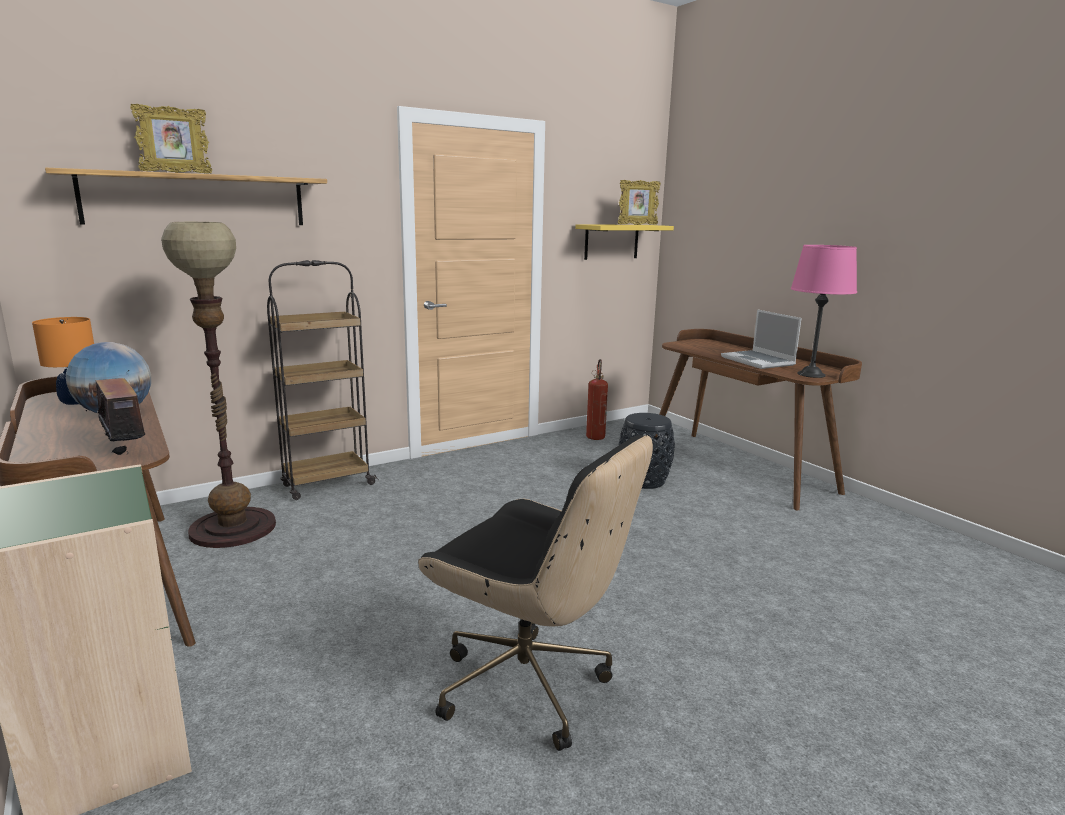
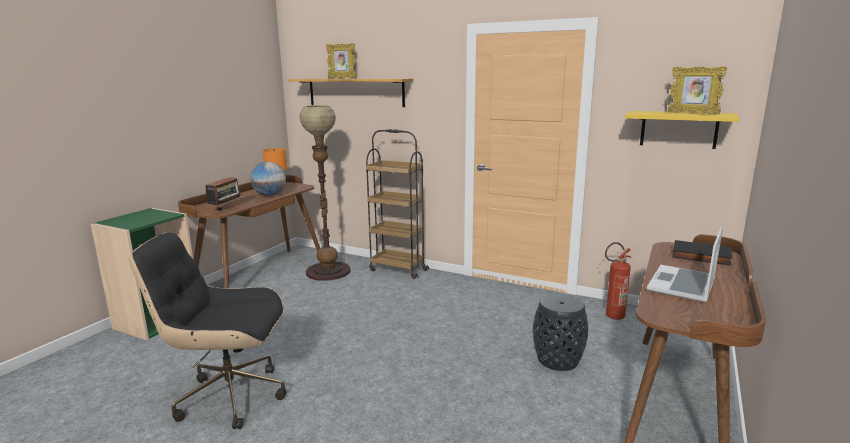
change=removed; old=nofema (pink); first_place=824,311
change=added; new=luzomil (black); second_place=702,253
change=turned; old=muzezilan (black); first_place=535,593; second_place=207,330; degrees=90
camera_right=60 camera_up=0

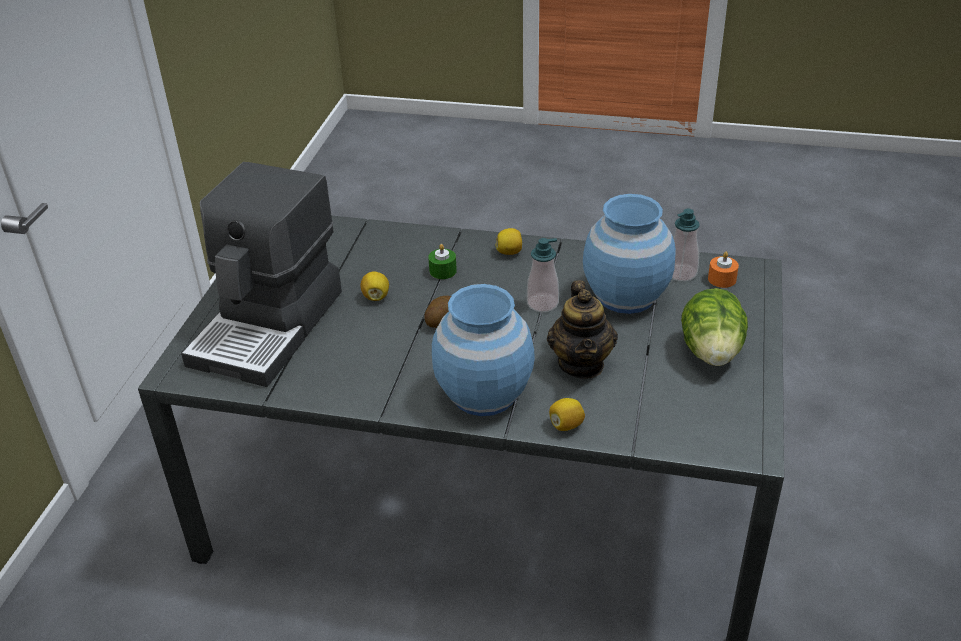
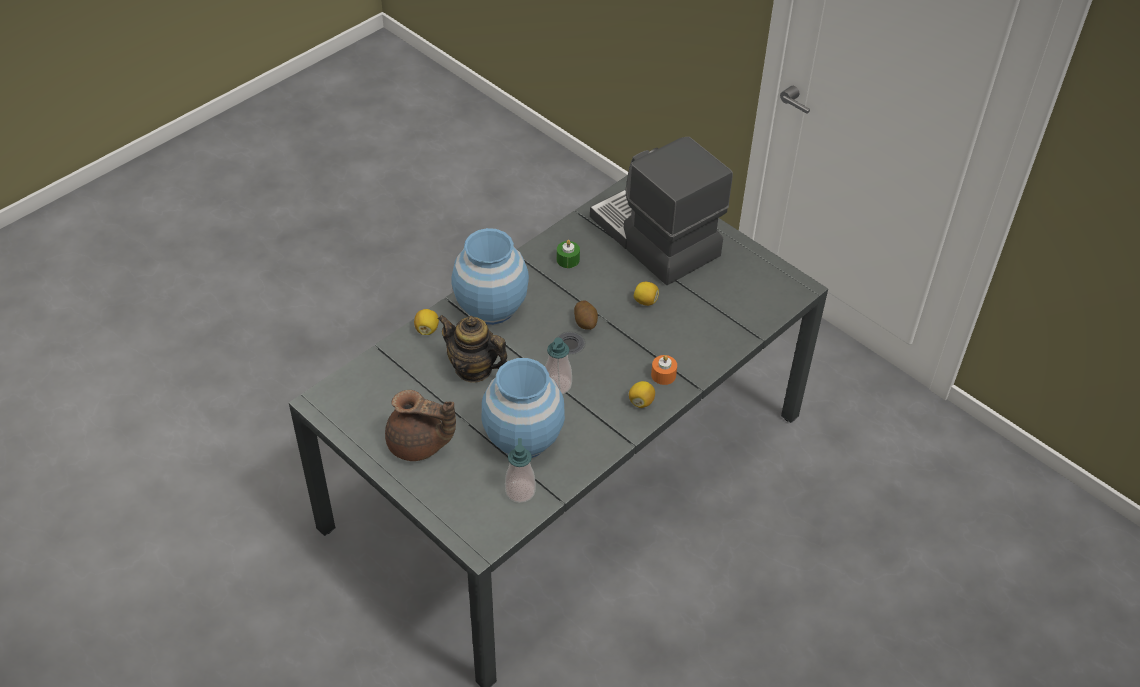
change=moved; old=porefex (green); first_place=442,261; second_place=568,254
change=moved; old=porefex (orange); first_place=723,270; second_place=664,370
change=replaced; old=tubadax; new=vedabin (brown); first_place=714,327; second_place=420,425
camera_right=120 camera_up=10

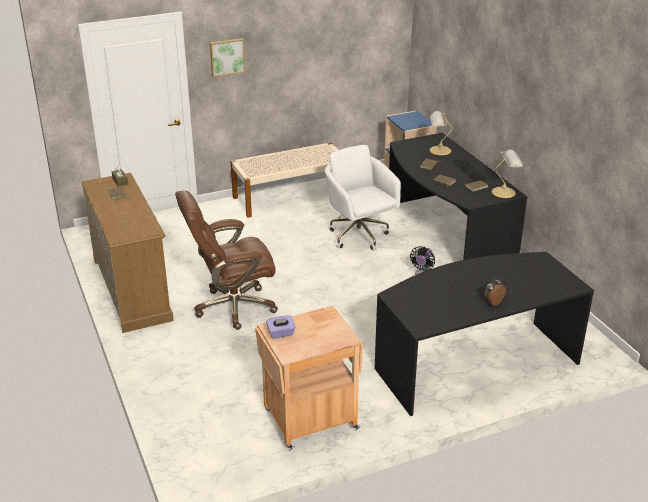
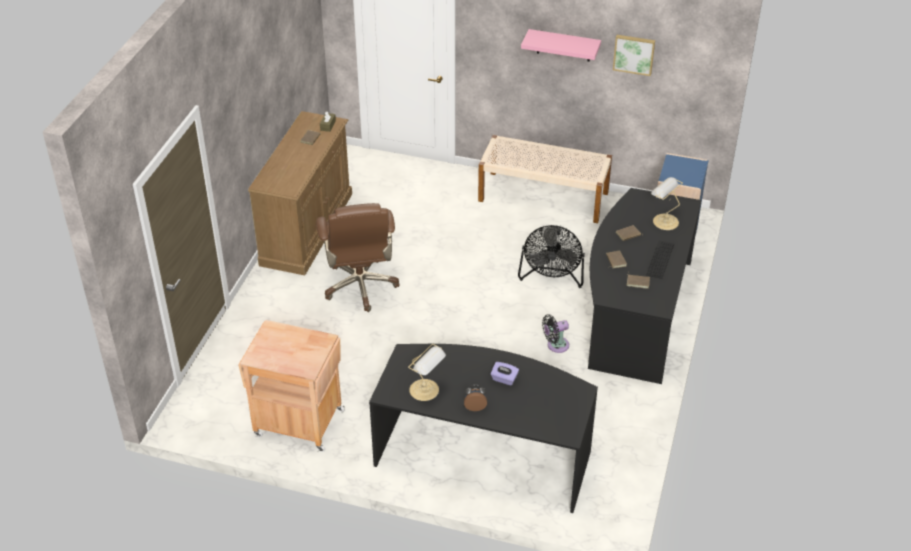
change=added; new=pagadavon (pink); second_place=561,45
change=moved; old=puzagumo; first_place=227,57; second_place=634,55
change=moved; old=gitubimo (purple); first_place=281,327; second_place=505,373
change=moved; old=nofema; first_place=507,174; second_place=427,372
change=replaced; old=muzezilan (white); new=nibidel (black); first_place=363,197; second_place=551,256
change=turned; old=muzezilan (brown); first_place=226,260; second_place=358,257; degrees=-120
camera_right=40 camera_up=10

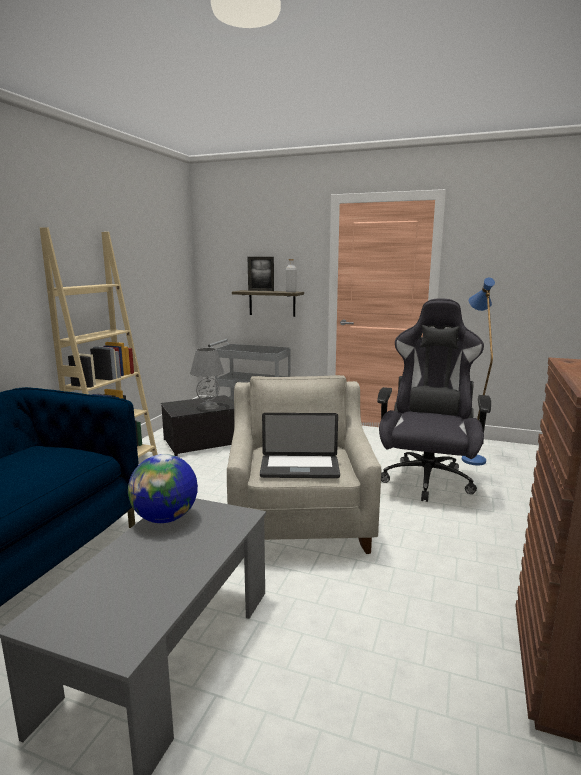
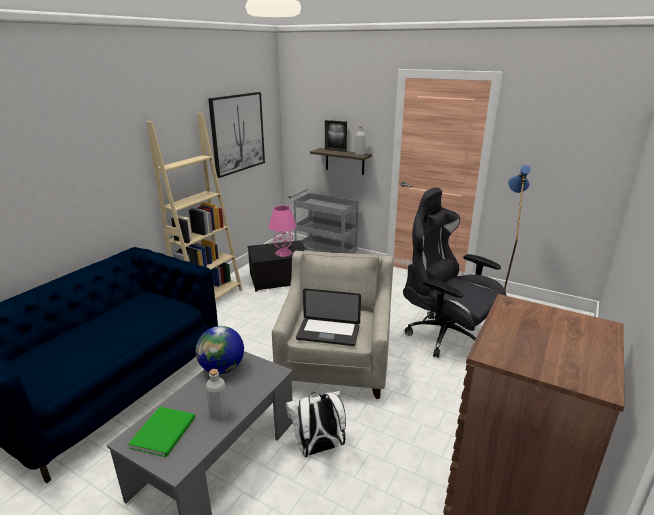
change=added; new=luzomil (green); second_place=161,431
change=added; new=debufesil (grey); second_place=217,394
change=added; new=puzagumo; second_place=236,135
change=added; new=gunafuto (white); second_place=315,424
change=recoloured; old=nofema (grey); new=nofema (pink); first_place=207,379; second_place=283,231
change=turned; old=muzezilan (black); first_place=434,400; second_place=455,272; degrees=-75
camera_right=10 camera_up=10

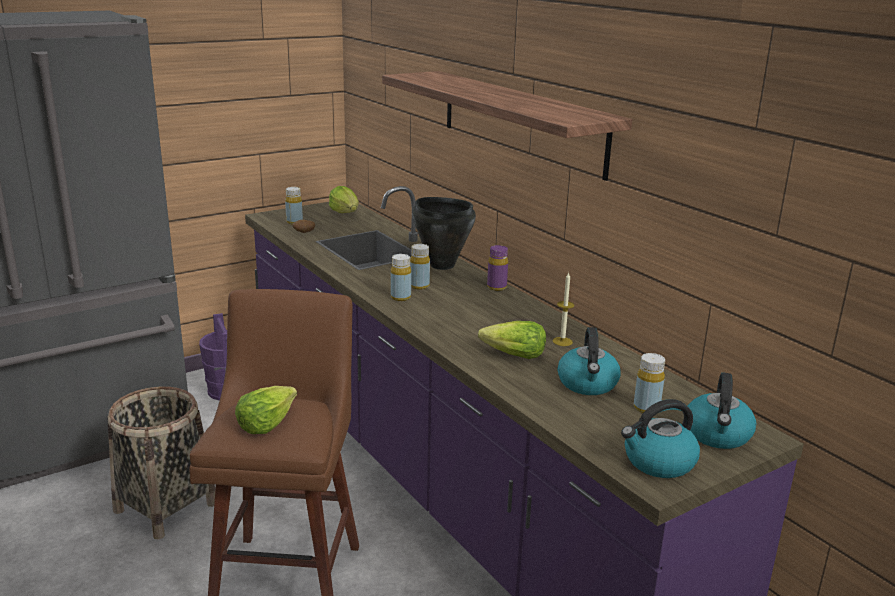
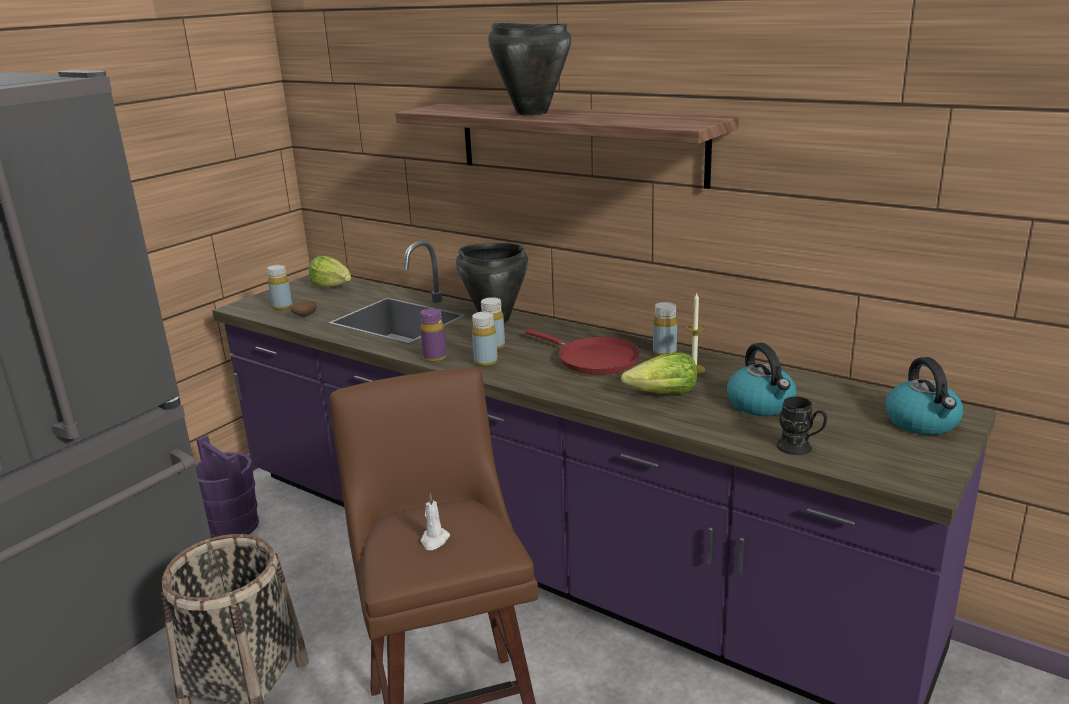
change=removed; old=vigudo; first_place=660,438
change=added; new=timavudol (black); second_place=529,69
change=added; new=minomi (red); second_place=583,352
change=added; new=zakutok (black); second_place=801,426
change=moved; old=debufesil (purple); first_place=497,268; second_place=433,335
change=moved; old=debufesil (yellow); first_place=649,383; second_place=665,329
change=replaced; old=tubadax; new=porefex (white); first_place=266,410; second_place=435,521
camera_right=-20 camera_up=0

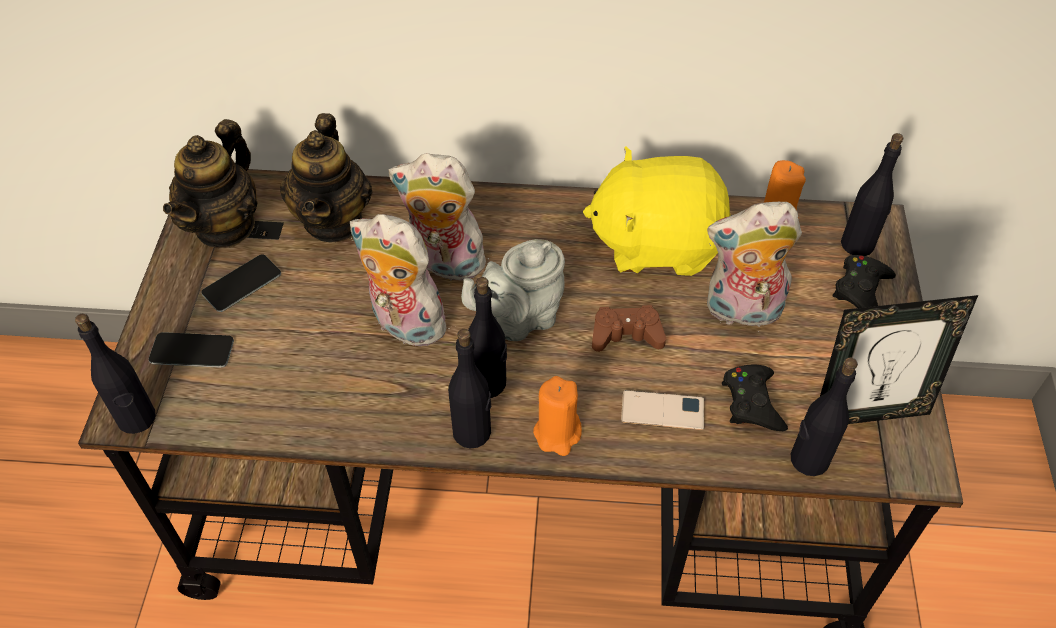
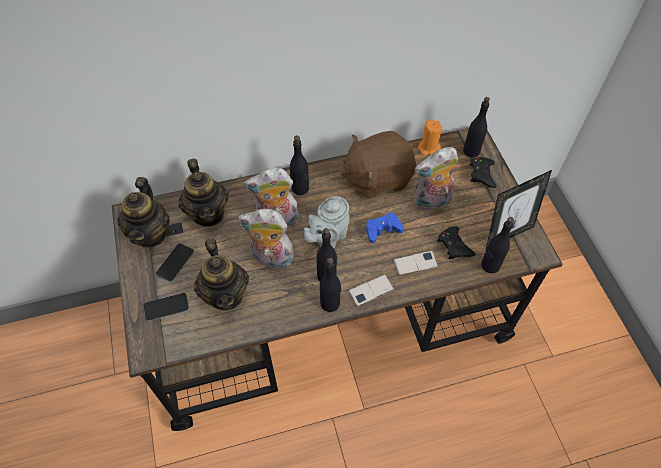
change=added; new=vedabin; second_place=221,275
change=moved; old=debufesil (black); first_place=115,374; second_place=299,165
change=replaced; old=porefex (orange); new=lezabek; first_place=557,416; second_place=372,290
change=recoloured; old=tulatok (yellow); new=tulatok (brown); first_place=657,211; second_place=378,165
change=recoloured; old=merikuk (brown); new=merikuk (blue); first_place=629,328; second_place=385,227
camera_right=-20 camera_up=5

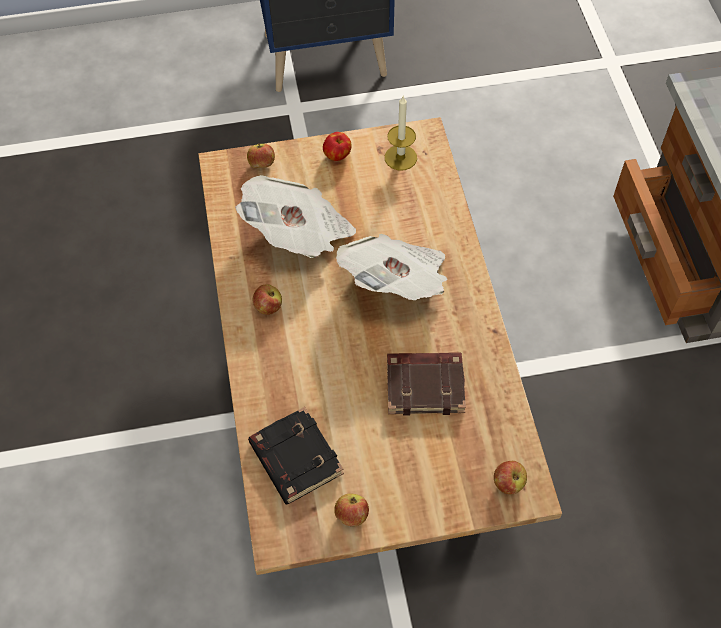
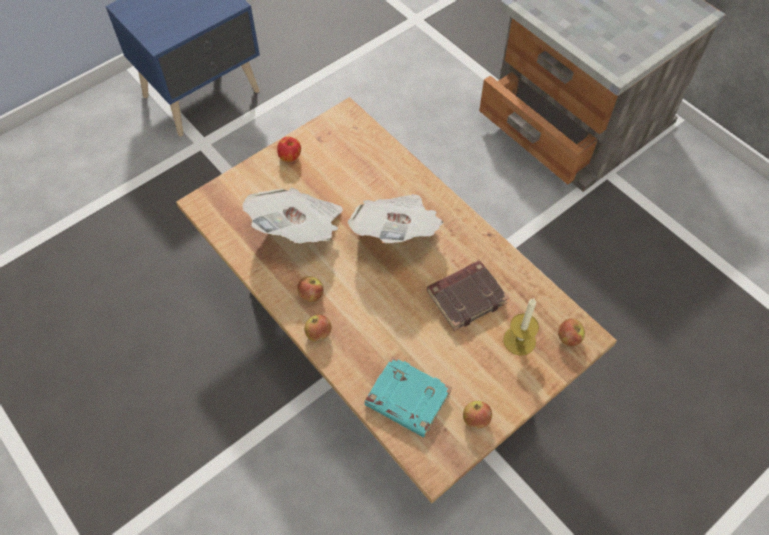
change=moved; old=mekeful; first_place=261,155; second_place=317,328
change=moved; old=porefex; first_place=401,133; second_place=521,327
change=recoloured; old=luzomil (black); new=luzomil (turquoise); first_place=296,456; second_place=408,396
camera_right=-30 camera_up=0

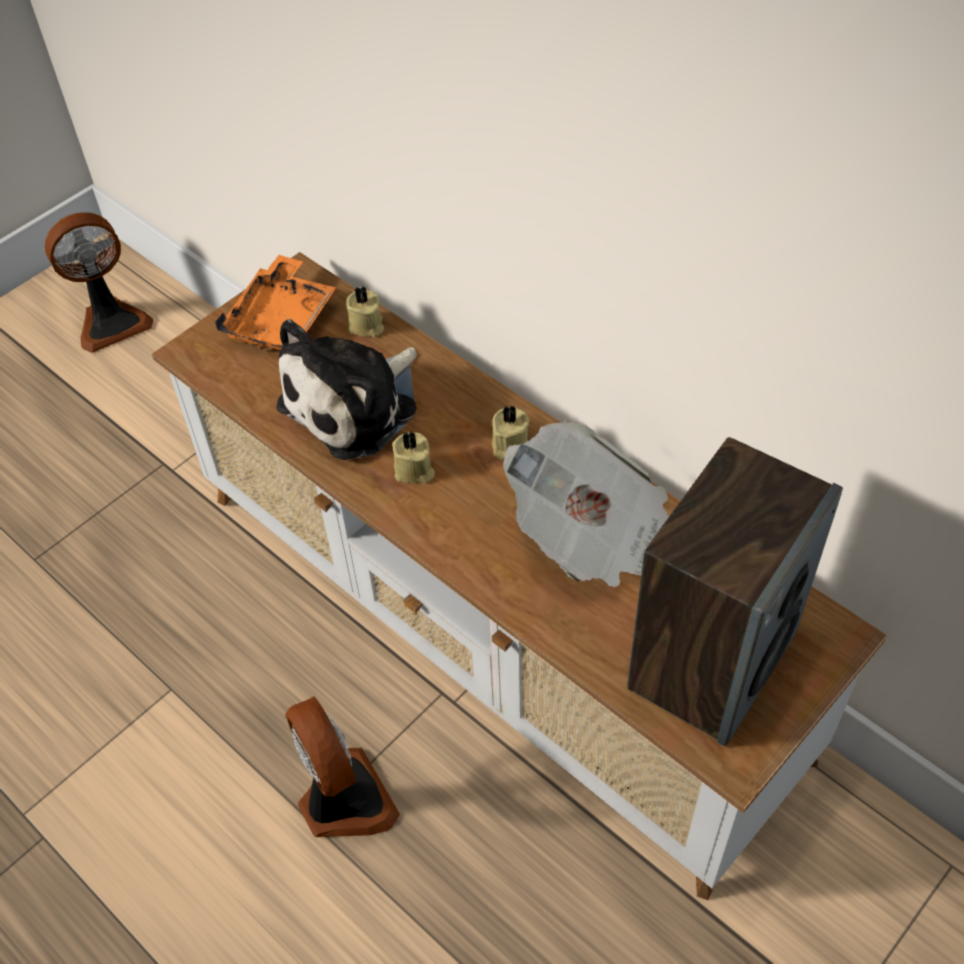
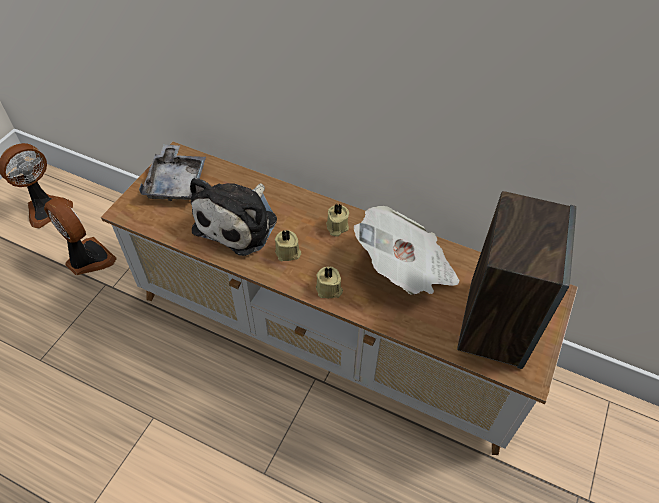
change=moved; old=nibidel; first_place=342,766; second_place=80,236
change=moved; old=porefex (beige); first_place=365,311; second_place=329,282
change=recoloured; old=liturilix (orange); new=liturilix (grey); first_place=275,302; second_place=172,172
camera_right=-20 camera_up=0

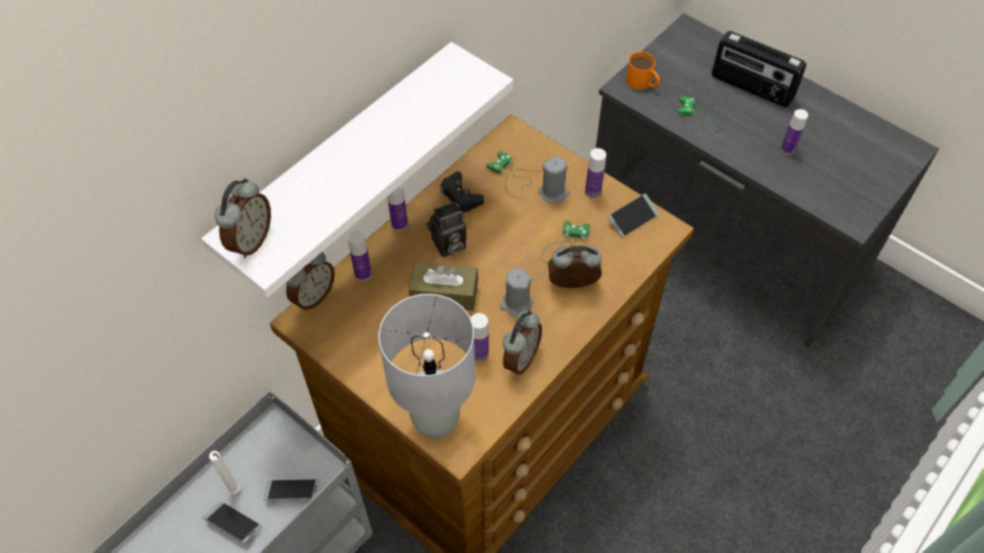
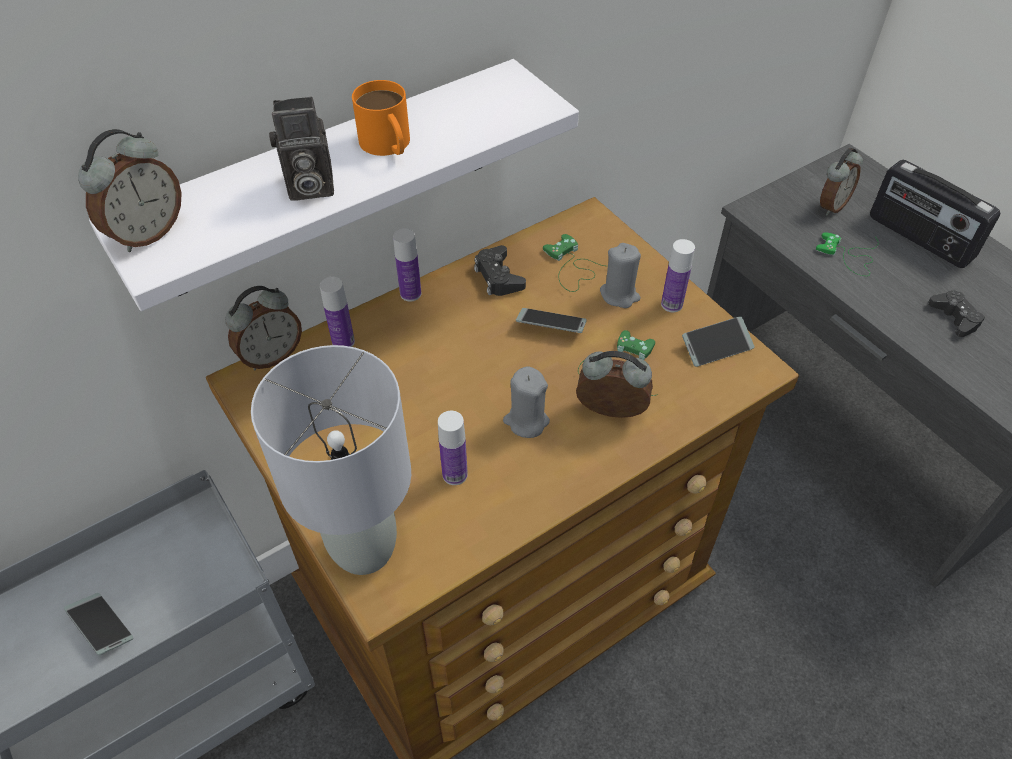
change=removed; old=porefex (white); first_place=224,472
change=removed; old=gitubimo (brown); first_place=443,286
change=moved; old=lezabek; first_place=291,489; second_place=551,320
change=moved; old=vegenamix; first_place=447,229; second_place=301,148
change=moved; old=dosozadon; first_place=522,342; second_place=841,182
change=moved; old=zakutok (orange); first_place=643,71; second_place=381,118
change=replaced; old=debufesil; new=merikuk (black); first_place=794,132; second_place=956,313
camera_right=15 camera_up=-5

